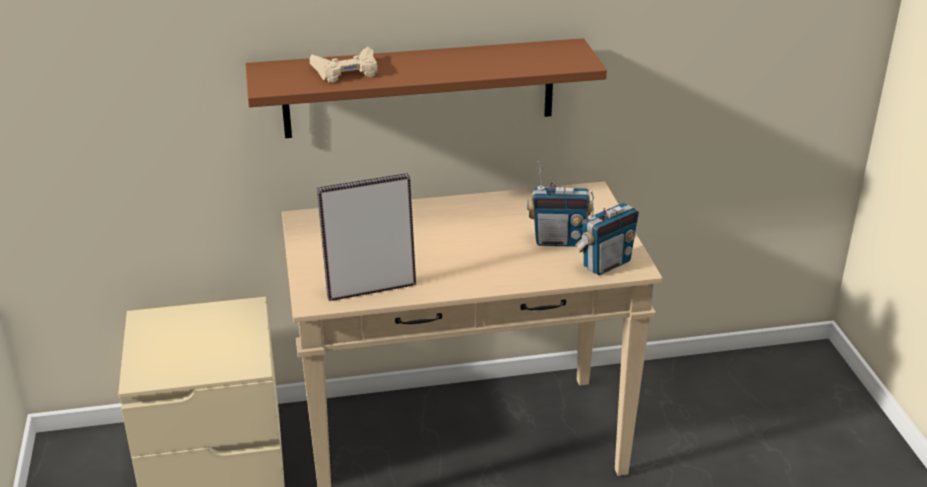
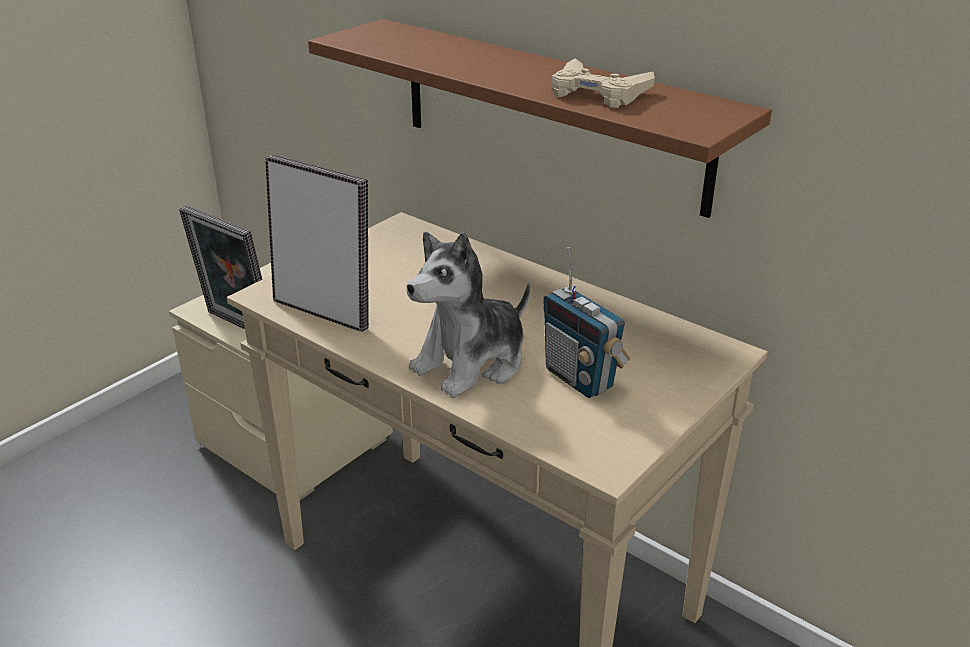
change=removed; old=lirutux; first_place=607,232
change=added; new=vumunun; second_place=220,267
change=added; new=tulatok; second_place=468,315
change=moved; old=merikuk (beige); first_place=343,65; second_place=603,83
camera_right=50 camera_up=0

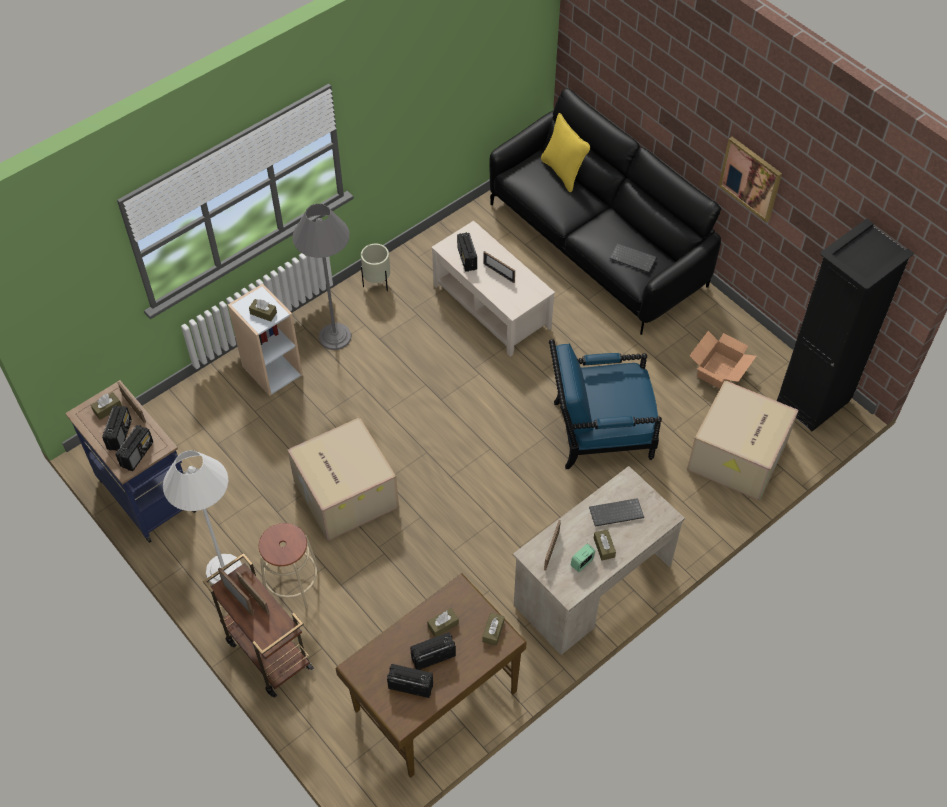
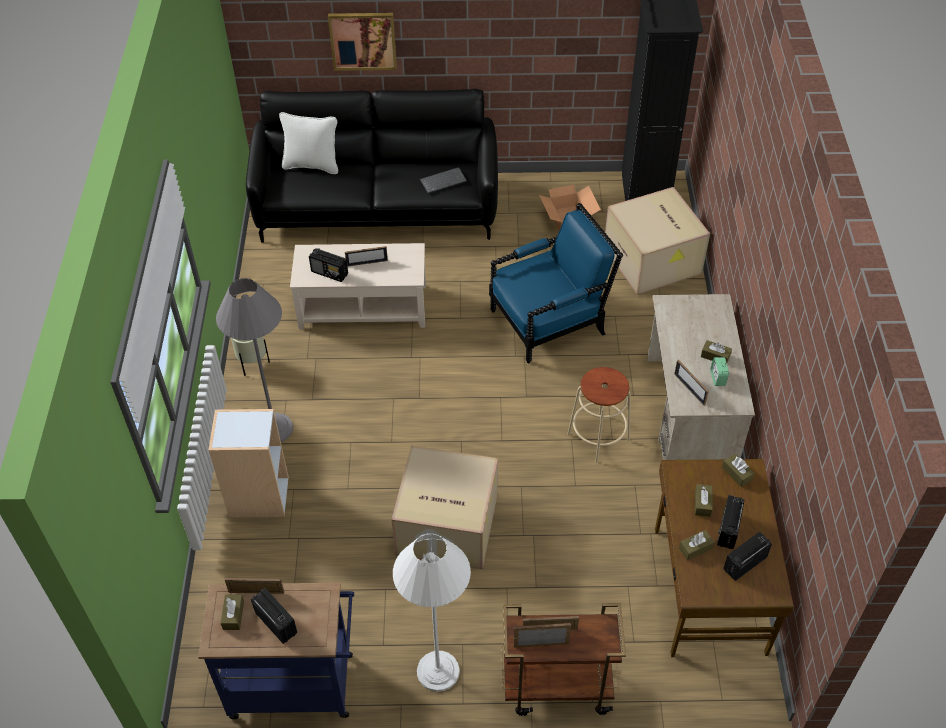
change=removed; old=lirutux; first_place=134,448
change=removed; old=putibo; first_place=616,512
change=moved; old=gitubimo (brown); first_place=263,310; second_place=696,545
change=moved; old=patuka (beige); first_place=289,565; second_place=599,415
change=moved; old=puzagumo; first_place=750,179; second_place=362,42
change=recoloured; old=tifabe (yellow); new=tifabe (white); first_place=565,152; second_place=308,143
change=turned; old=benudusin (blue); first_place=605,404; second_place=556,283; degrees=-150
camera_right=-50 camera_up=-5

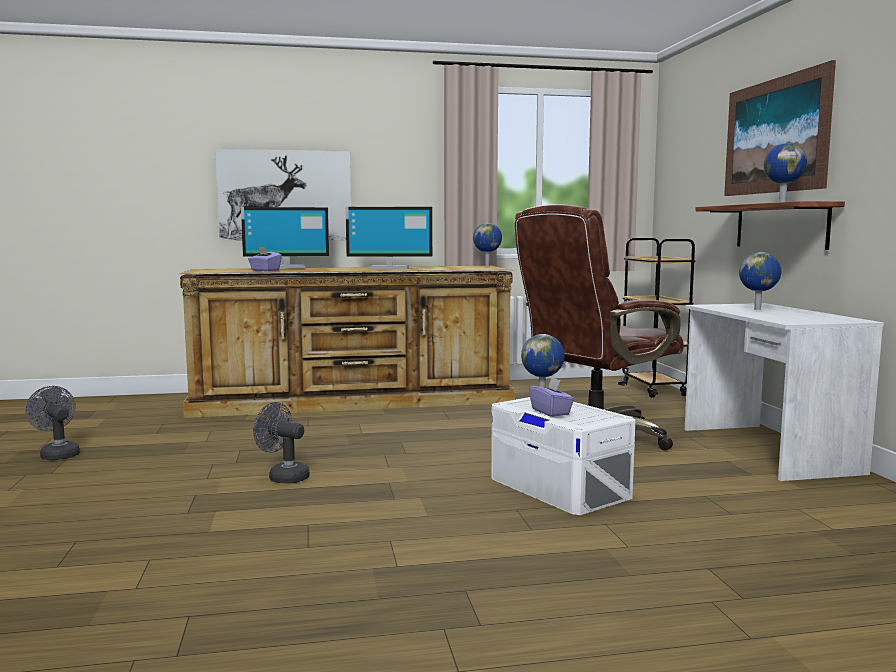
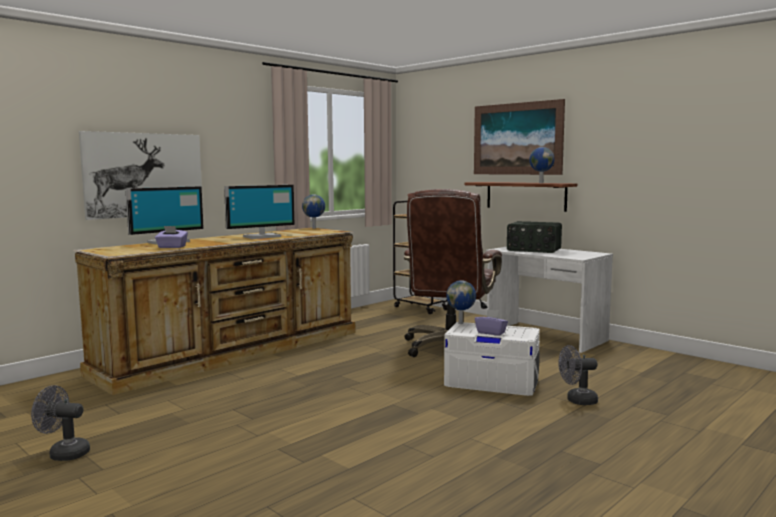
change=moved; old=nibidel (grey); first_place=281,443; second_place=578,375
change=replaced; old=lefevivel; new=lirutux; first_place=760,281; second_place=534,237
camera_right=-35 camera_up=0

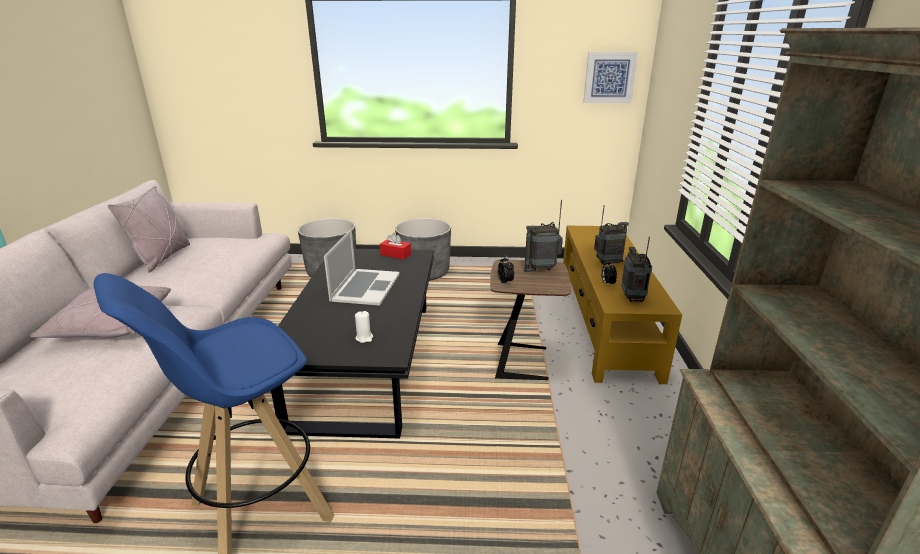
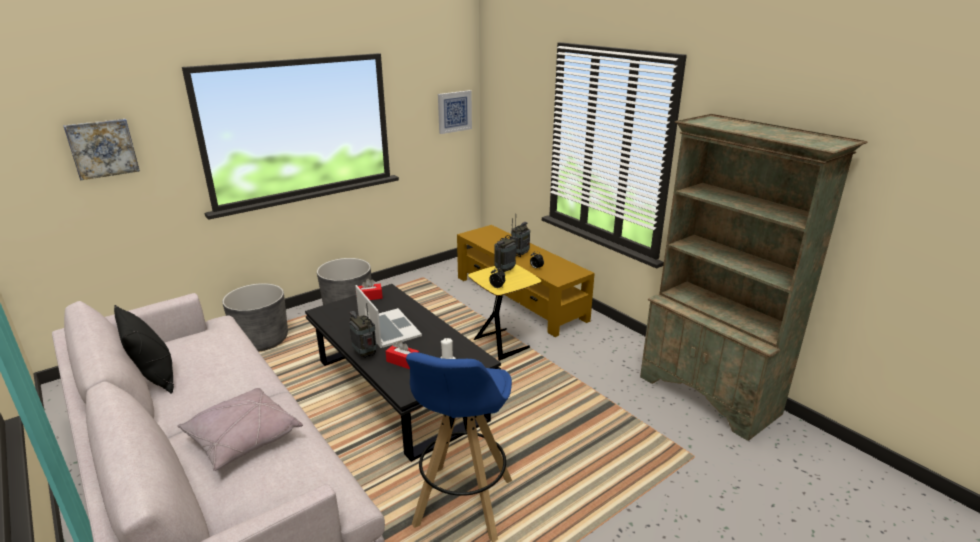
change=added; new=puzagumo; second_place=101,149
change=added; new=gitubimo (red); second_place=402,354
change=moved; old=lirutux; first_place=636,269; second_place=363,330
change=recoloured; old=tifabe (purple); new=tifabe (black); first_place=149,229; second_place=144,349
change=recoloured; old=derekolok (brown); new=derekolok (yellow); first_place=530,320; second_place=504,312
camera_right=-40 camera_up=0

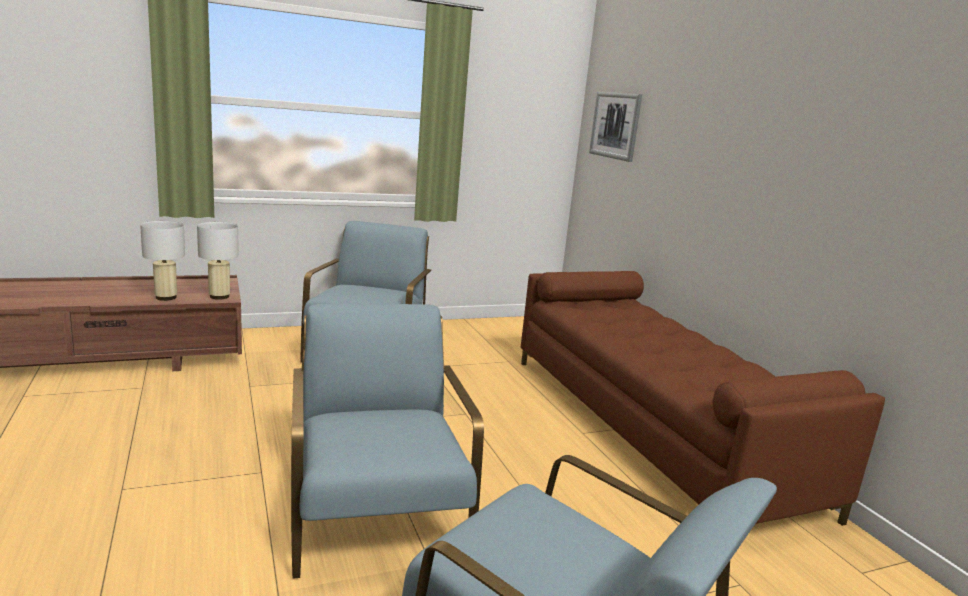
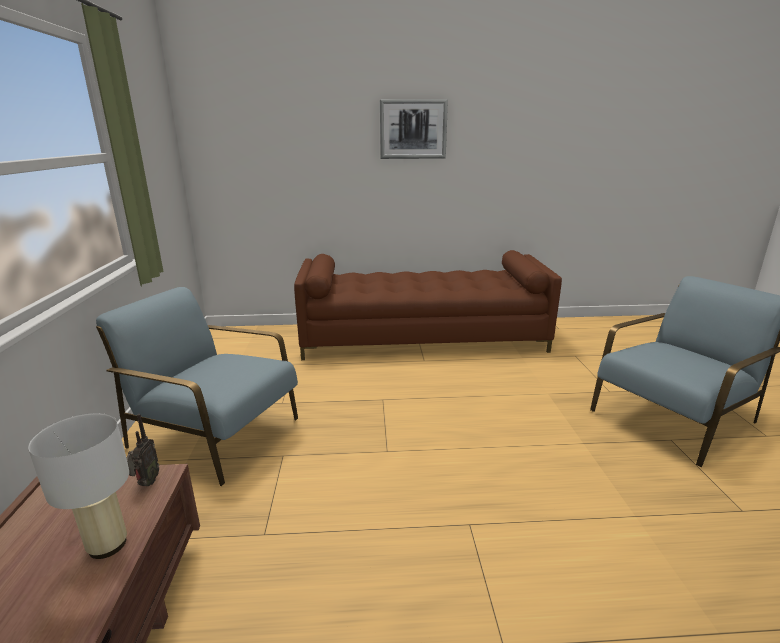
change=removed; old=benudusin (blue); first_place=387,441
change=moved; old=puzagumo; first_place=615,127; second_place=414,129
change=replaced; old=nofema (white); new=lirutux; first_place=218,261; second_place=143,450
camera_right=-70 camera_up=5

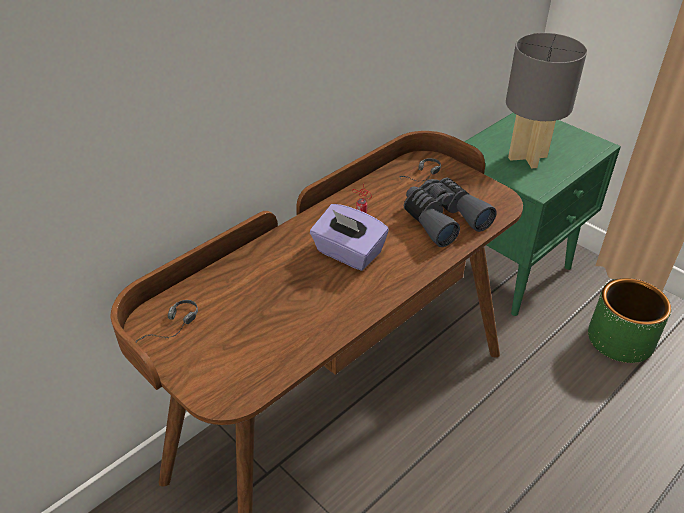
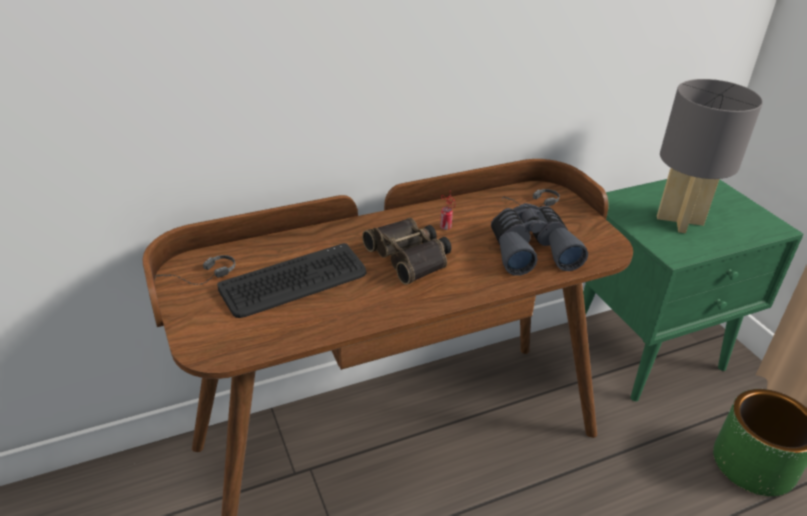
change=added; new=putibo; second_place=292,280
change=replaced; old=gitubimo (purple); new=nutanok; first_place=349,237; second_place=406,251
camera_right=20 camera_up=-5

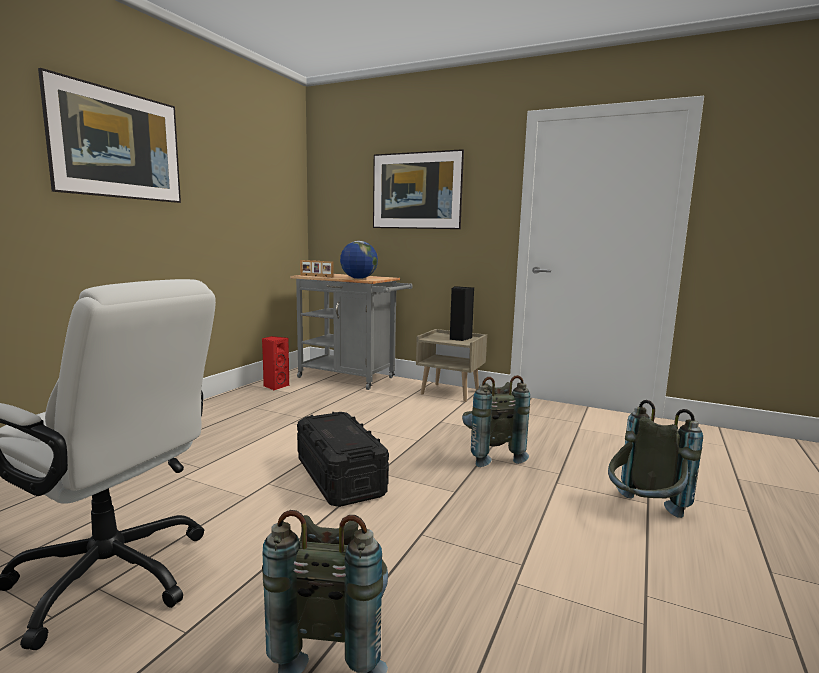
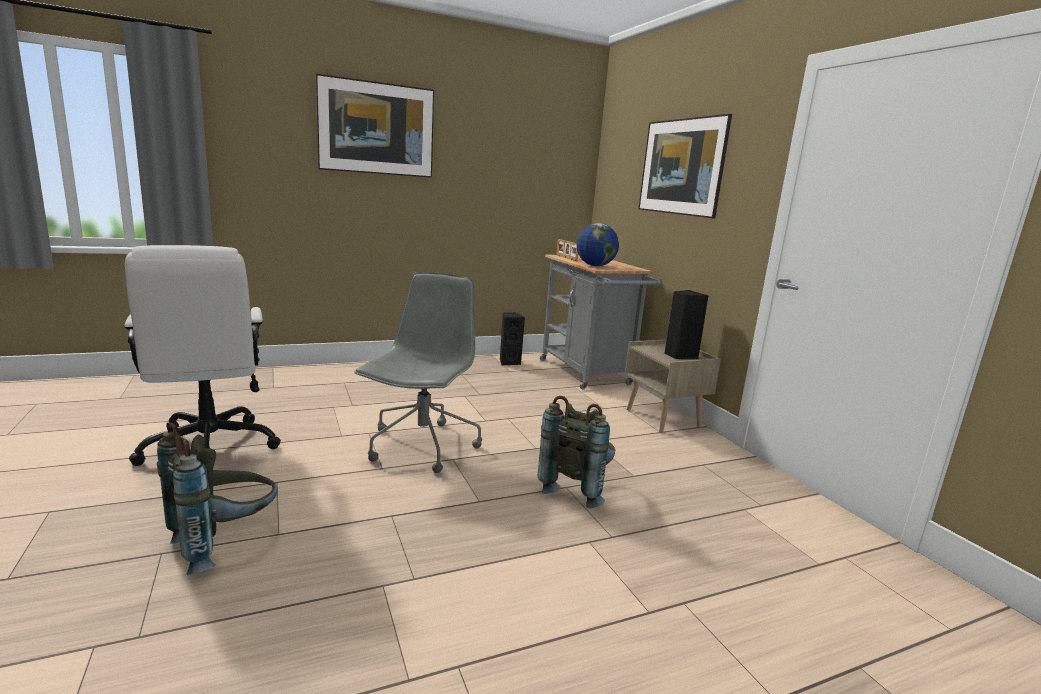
change=removed; old=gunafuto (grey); first_place=655,459
change=replaced; old=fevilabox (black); new=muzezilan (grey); first_place=343,459; second_place=418,372
change=recoloured; old=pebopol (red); new=pebopol (black); first_place=275,363; second_place=512,339
camera_right=40 camera_up=5

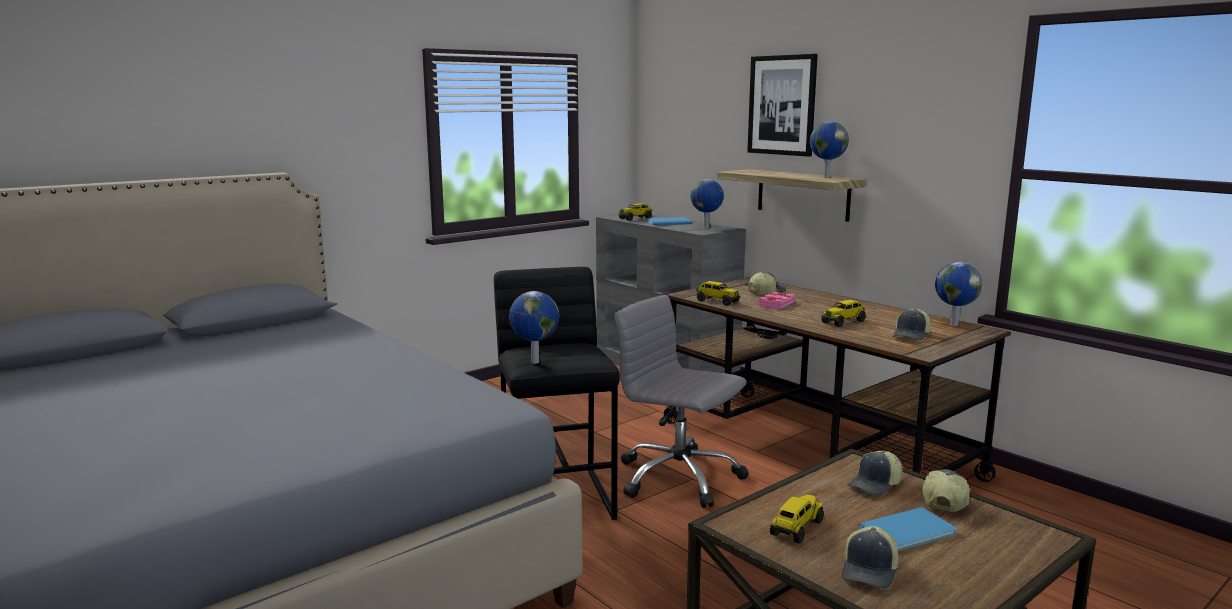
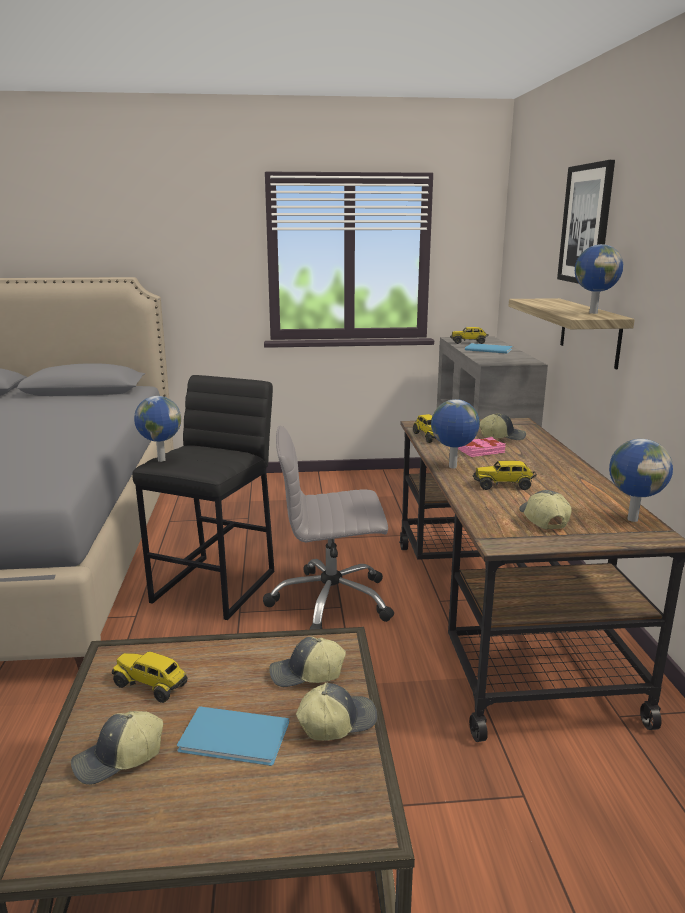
change=moved; old=lefevivel; first_place=707,203; second_place=455,433
change=turned; old=muzezilan (grey); first_place=681,401; second_place=328,528; degrees=-75
change=turned; old=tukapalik; first_place=797,519; second_place=150,677; degrees=-135
change=turned; old=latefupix; first_place=911,324; second_place=545,509; degrees=105
camera_right=35 camera_up=5

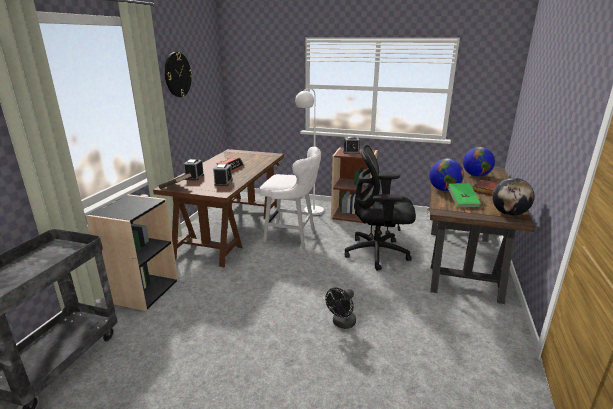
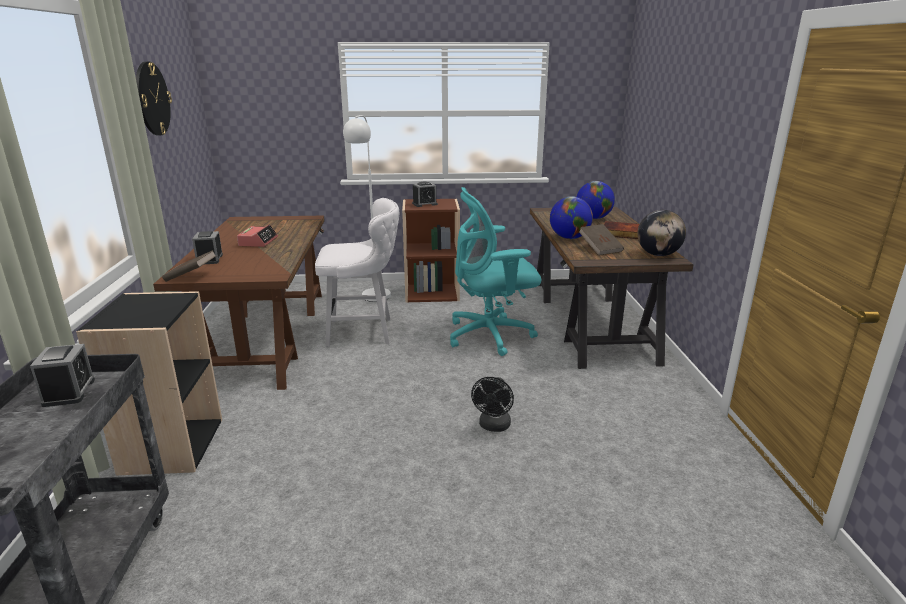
change=moved; old=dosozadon; first_place=223,175; second_place=62,375
change=recoloured; old=muzezilan (black); new=muzezilan (turquoise); first_place=380,207; second_place=495,271
change=recoloured; old=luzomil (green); new=luzomil (brown); first_place=464,195; second_place=601,239
camera_right=-20 camera_up=0

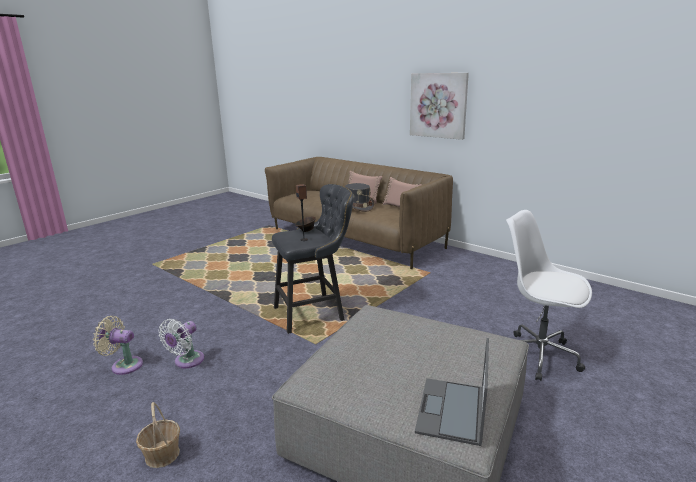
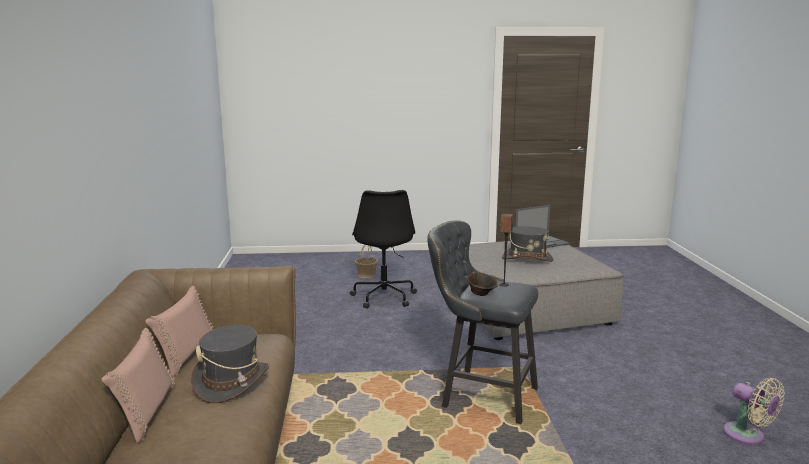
change=removed; old=nibidel (white); first_place=181,343
change=removed; old=puzagumo; first_place=439,106
change=added; new=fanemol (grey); second_place=528,244
change=moved; old=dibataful; first_place=158,435; second_place=366,261
change=recoloured; old=muzezilan (white); new=muzezilan (black); first_place=549,295; second_place=383,249
camera_right=-135 camera_up=-5

